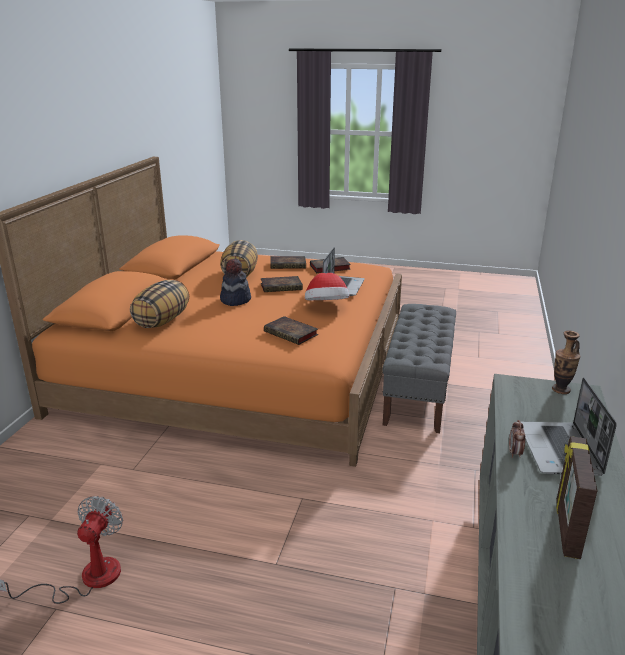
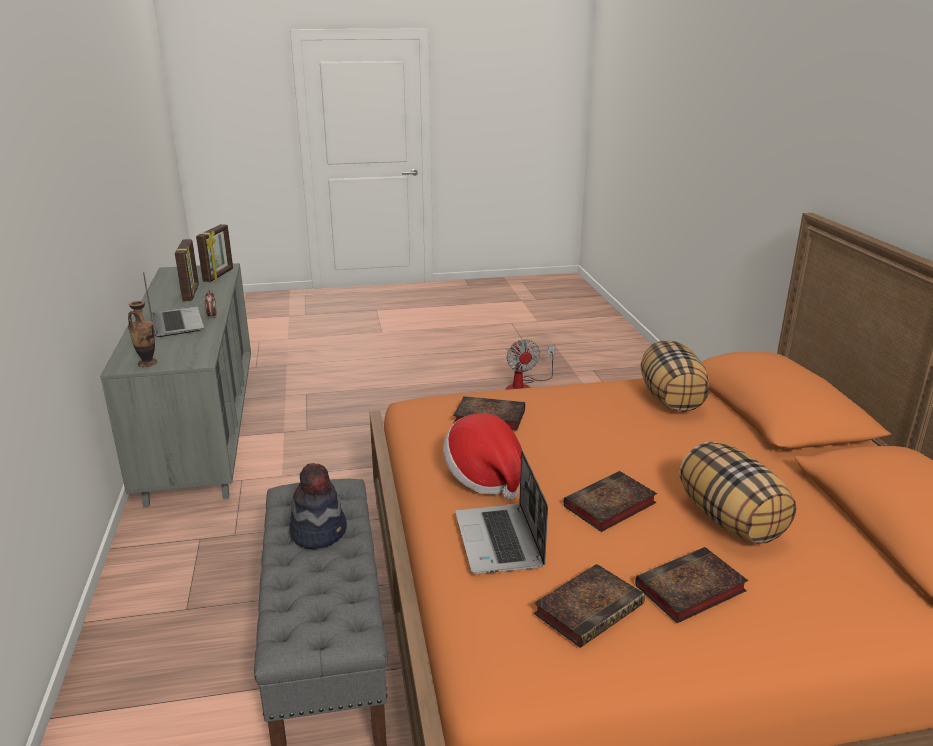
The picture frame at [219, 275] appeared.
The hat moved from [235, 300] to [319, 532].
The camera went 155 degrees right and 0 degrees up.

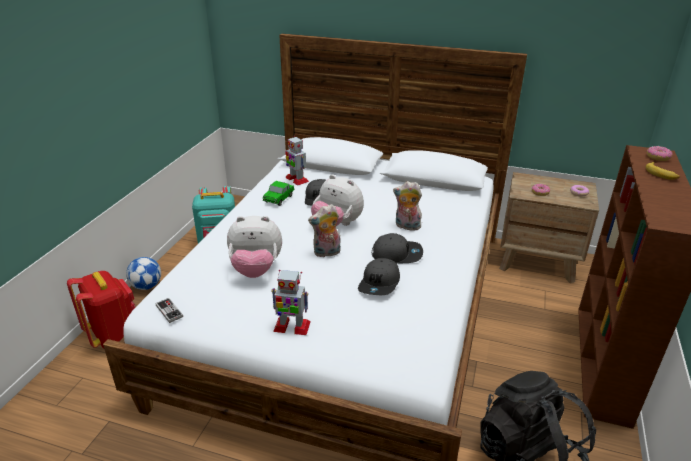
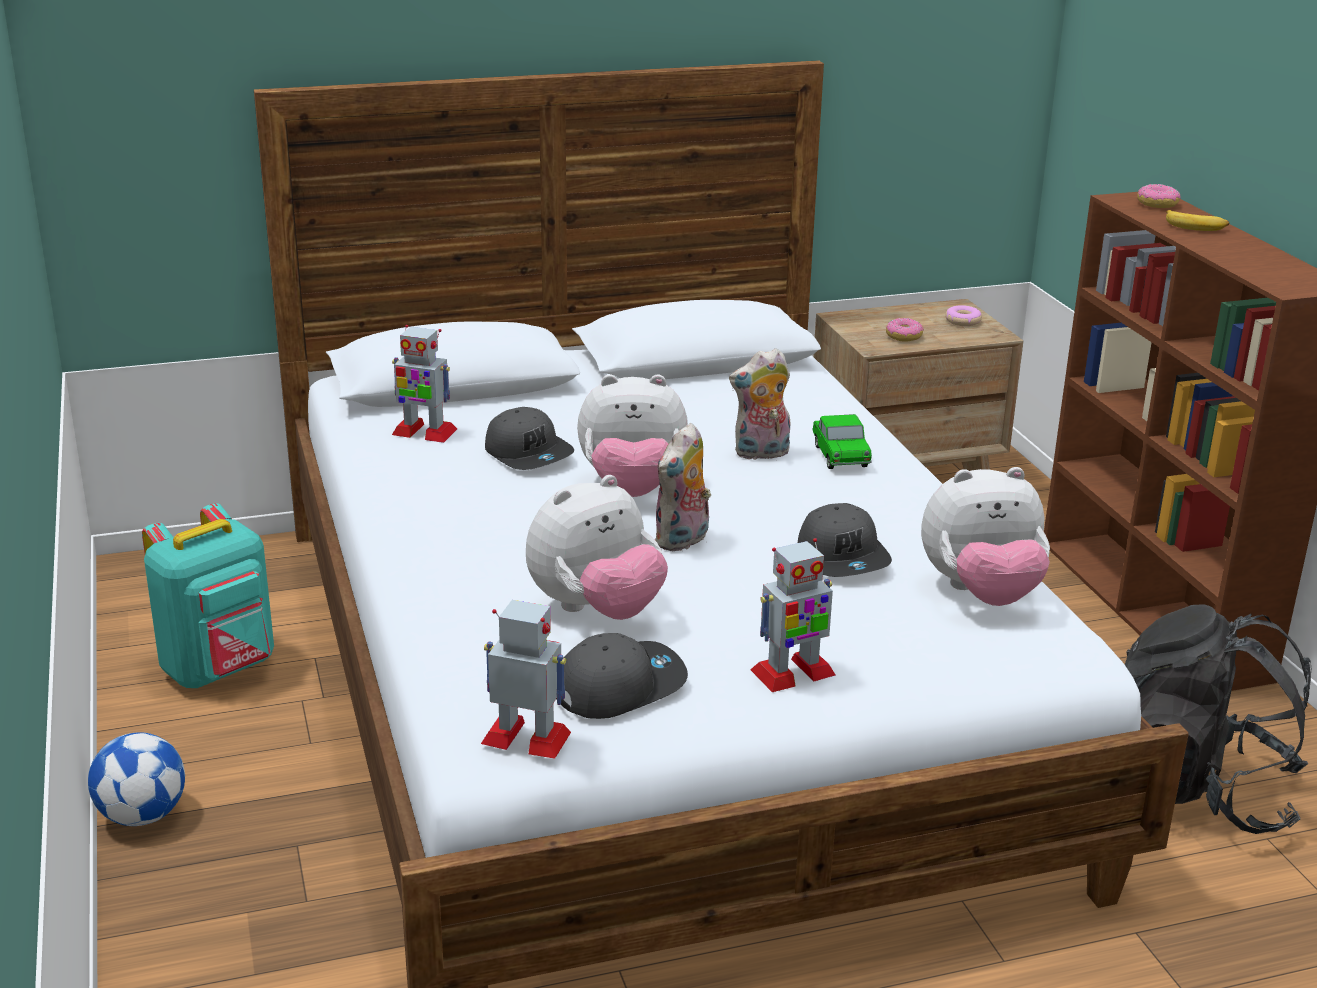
The game controller at [169, 311] was replaced by the toy robot at [527, 738].
The grey cap moved from [397, 254] to [619, 686].
The toy car moved from [279, 199] to [840, 456].
The plush toy at [981, 593] appeared.
The red backpack at [115, 337] disappeared.
The camera went 35 degrees left and 5 degrees down.

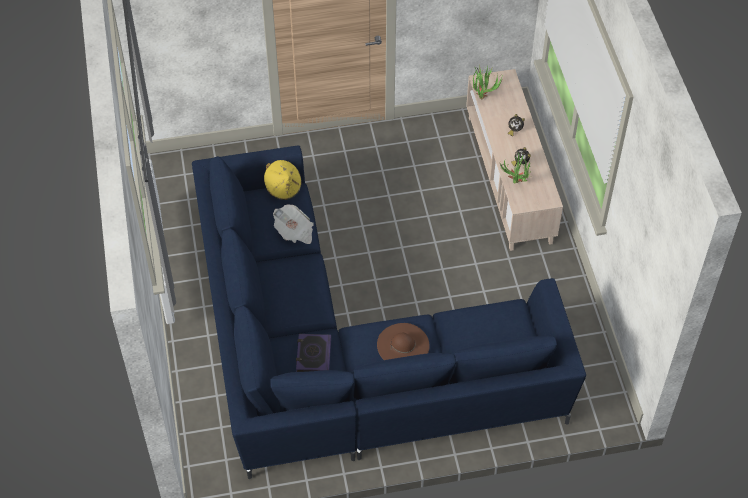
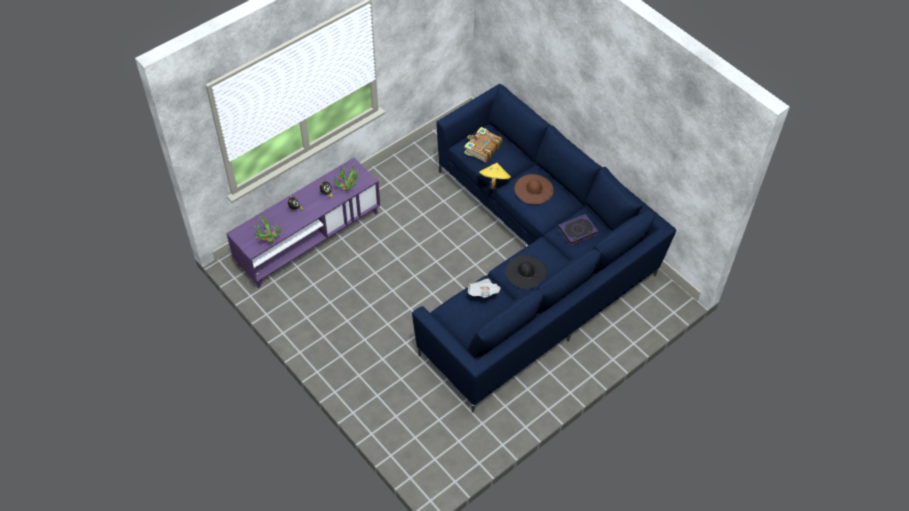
The beige tv stand at [509, 178] became the purple tv stand at [308, 238].
The book at [482, 149] appeared.
The yellow hat moved from [283, 188] to [494, 181].
The black hat at [525, 272] appeared.
The camera went 120 degrees left and 0 degrees up.

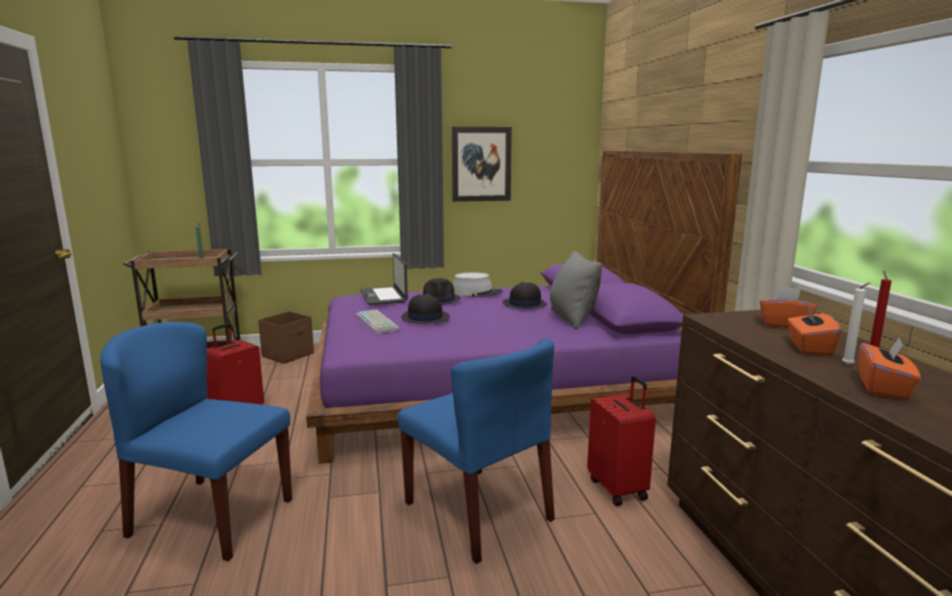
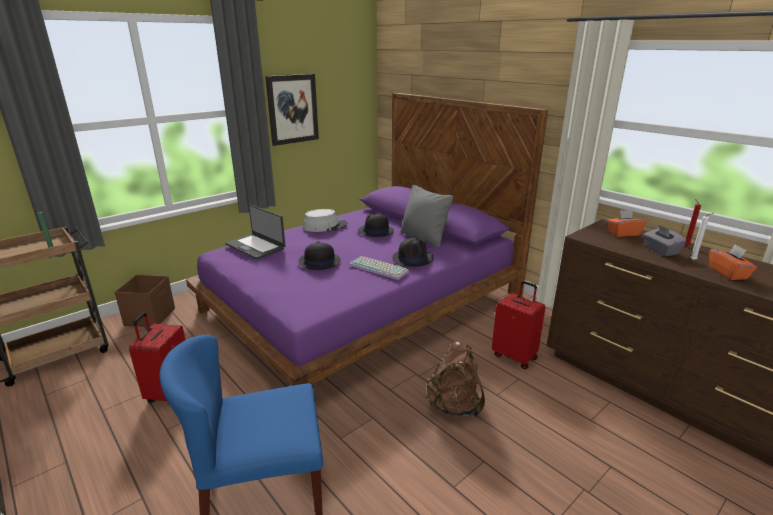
The keyboard moved from [378, 322] to [380, 268].
The black hat moved from [439, 300] to [413, 258].
The blue chair at [479, 511] was replaced by the brown backpack at [454, 406].
The orange tissue box at [809, 347] became the grey tissue box at [660, 250].
The camera went 30 degrees left and 10 degrees up.

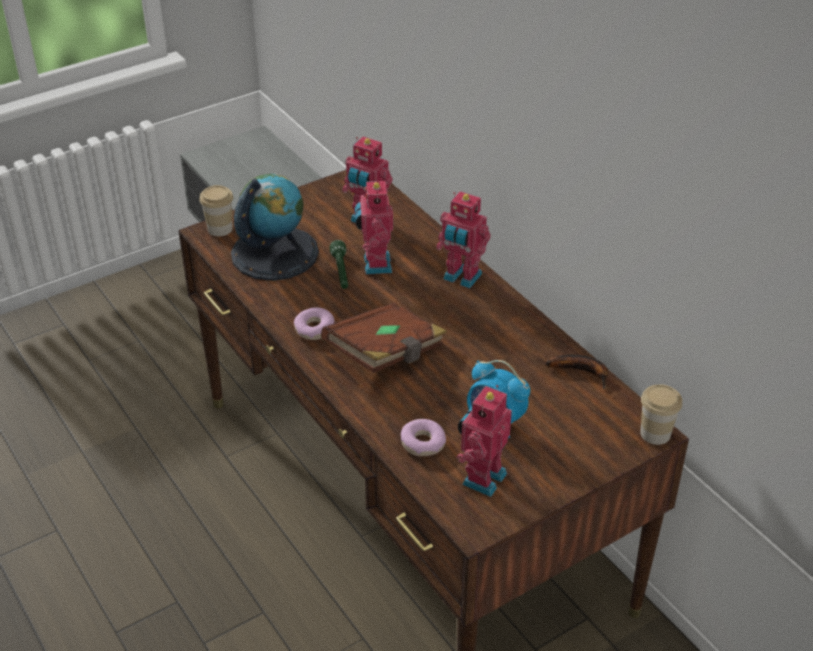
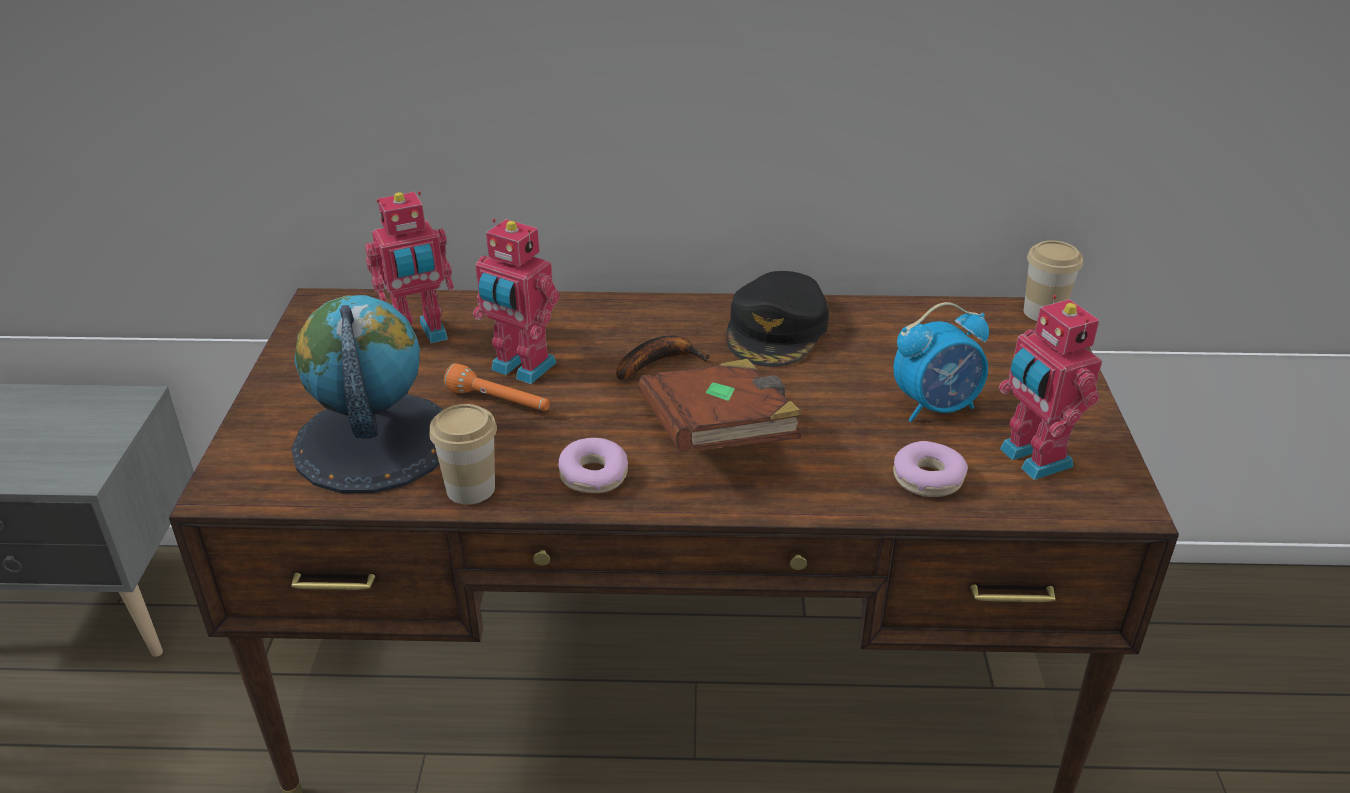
The cup moved from [220, 229] to [470, 488].
The green flashlight at [341, 272] became the orange flashlight at [499, 402].
The banana moved from [582, 372] to [658, 362].
The black cap at [777, 330] appeared.
The toy robot at [461, 278] disappeared.
The camera went 55 degrees left and 5 degrees down.

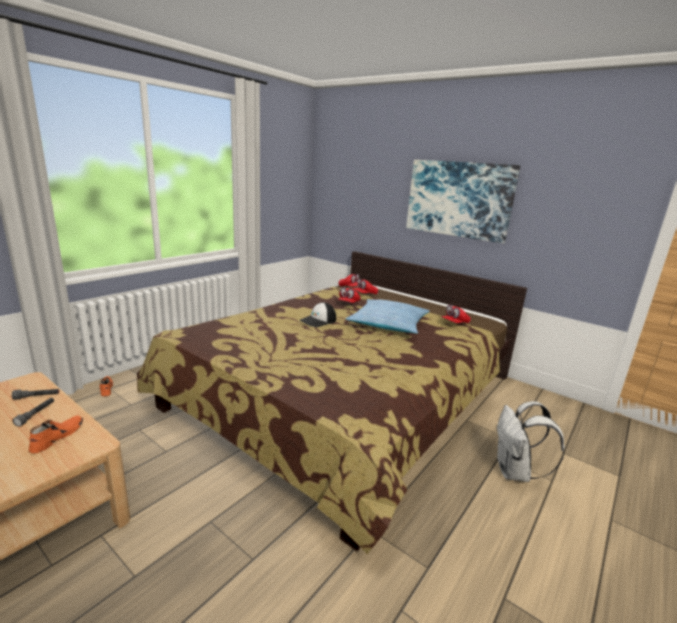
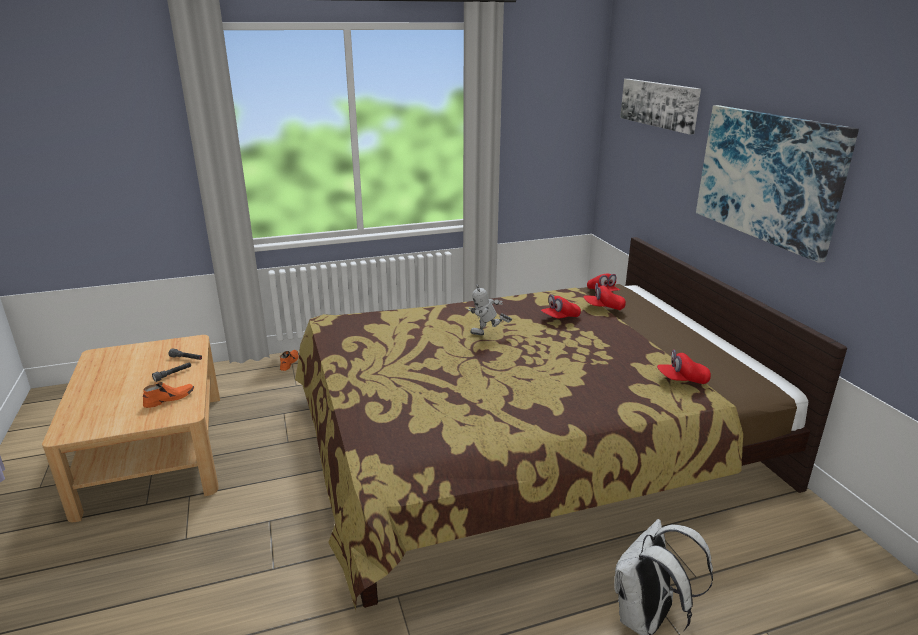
The cap at [318, 321] was replaced by the toy robot at [487, 335].
The picture at [659, 104] appeared.
The pillow at [388, 324] disappeared.
The camera went 35 degrees right and 5 degrees up.

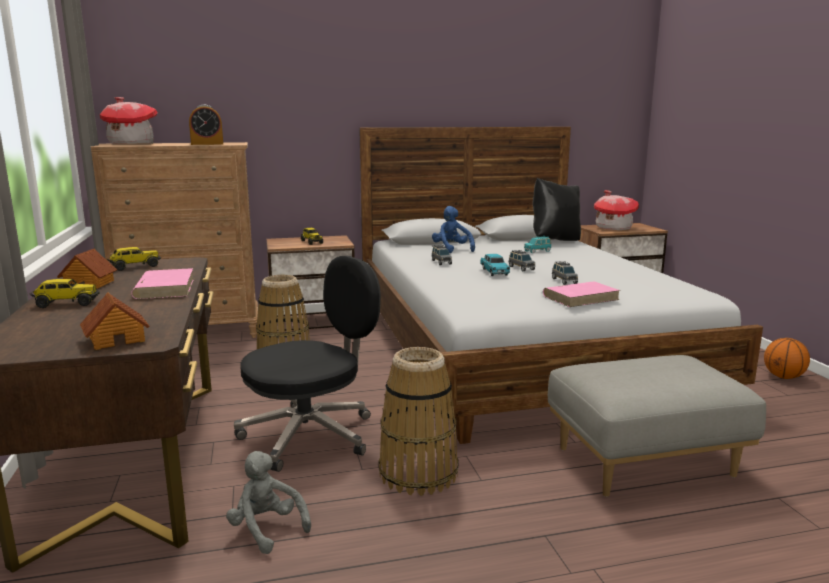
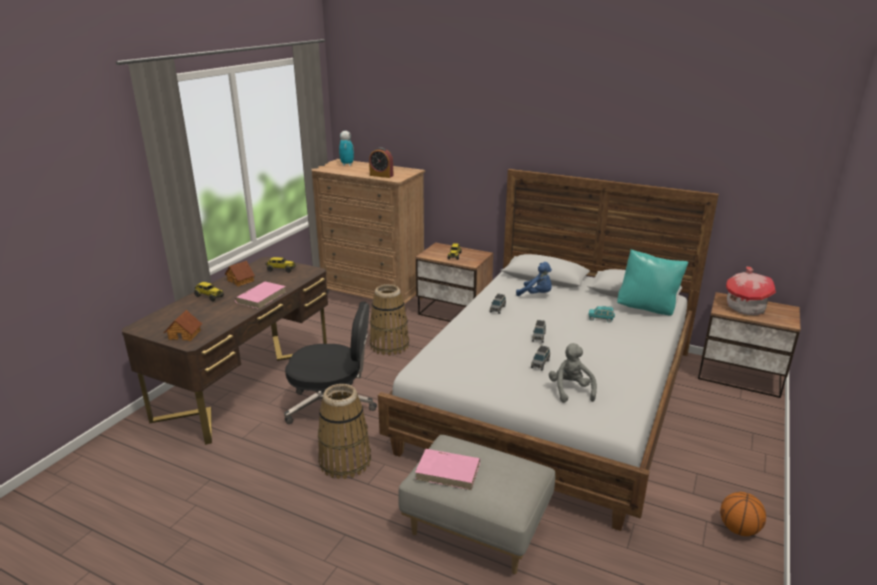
The toy house at [131, 144] was replaced by the toy robot at [347, 164].
The pink book moved from [581, 297] to [448, 471].
The blue plush toy at [451, 249] turned 105 degrees clockwise.
The grey plush toy moved from [266, 529] to [570, 390].
The black pillow at [555, 241] became the turquoise pillow at [647, 309].
The turquoise toy car at [494, 272] disappeared.
The camera went 40 degrees right and 10 degrees up.

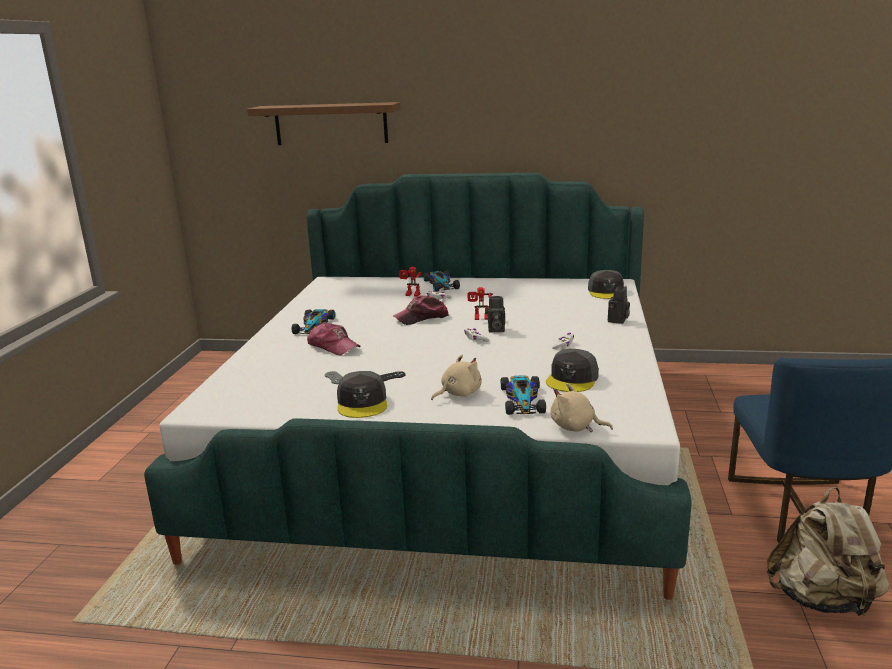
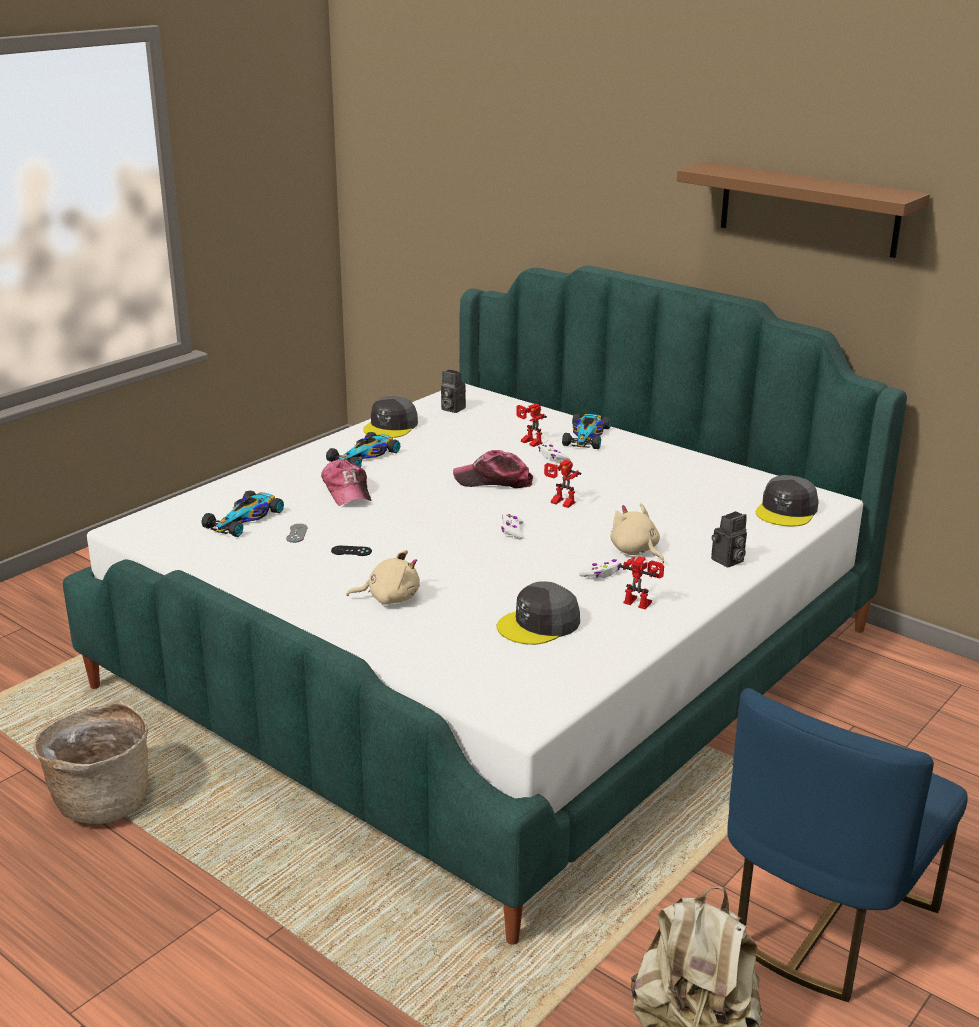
The basket at [102, 800] appeared.
The toy car moved from [522, 400] to [245, 519].
The grey cap moved from [362, 403] to [391, 426].
The photo camera moved from [495, 330] to [451, 409].
The beige plush toy moved from [575, 427] to [636, 551].
The toy robot at [641, 601] appeared.
The brown shelf moved from [331, 124] to [808, 209].
The camera went 30 degrees right and 5 degrees up.

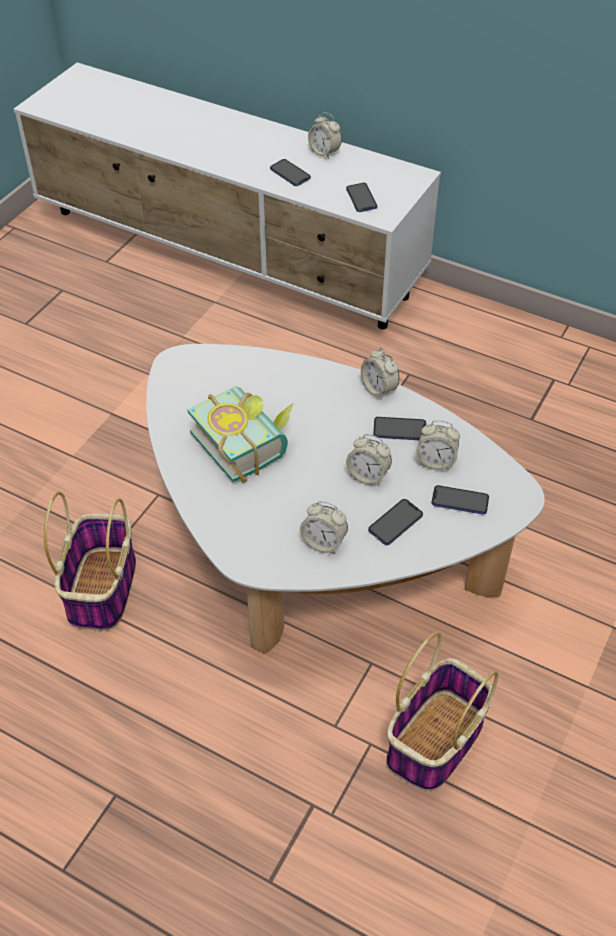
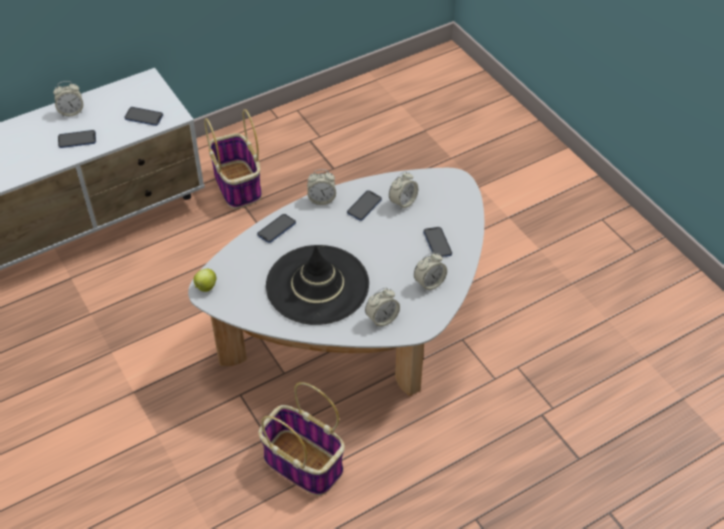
The apple at [205, 287] appeared.
The basket moved from [435, 742] to [238, 185].
The phone moved from [460, 501] to [276, 229].
The book at [247, 443] was replaced by the black hat at [317, 285].
The alarm clock moved from [368, 476] to [382, 319].
The camera went 60 degrees left and 0 degrees up.

